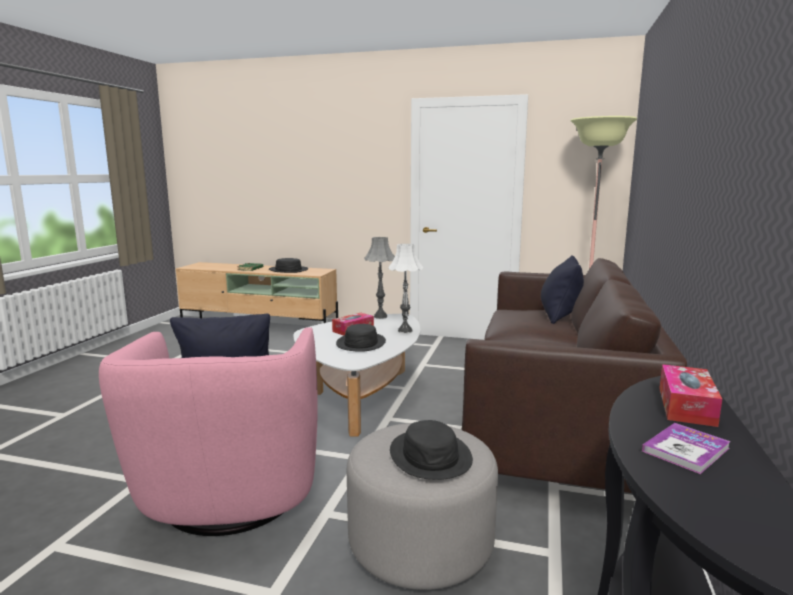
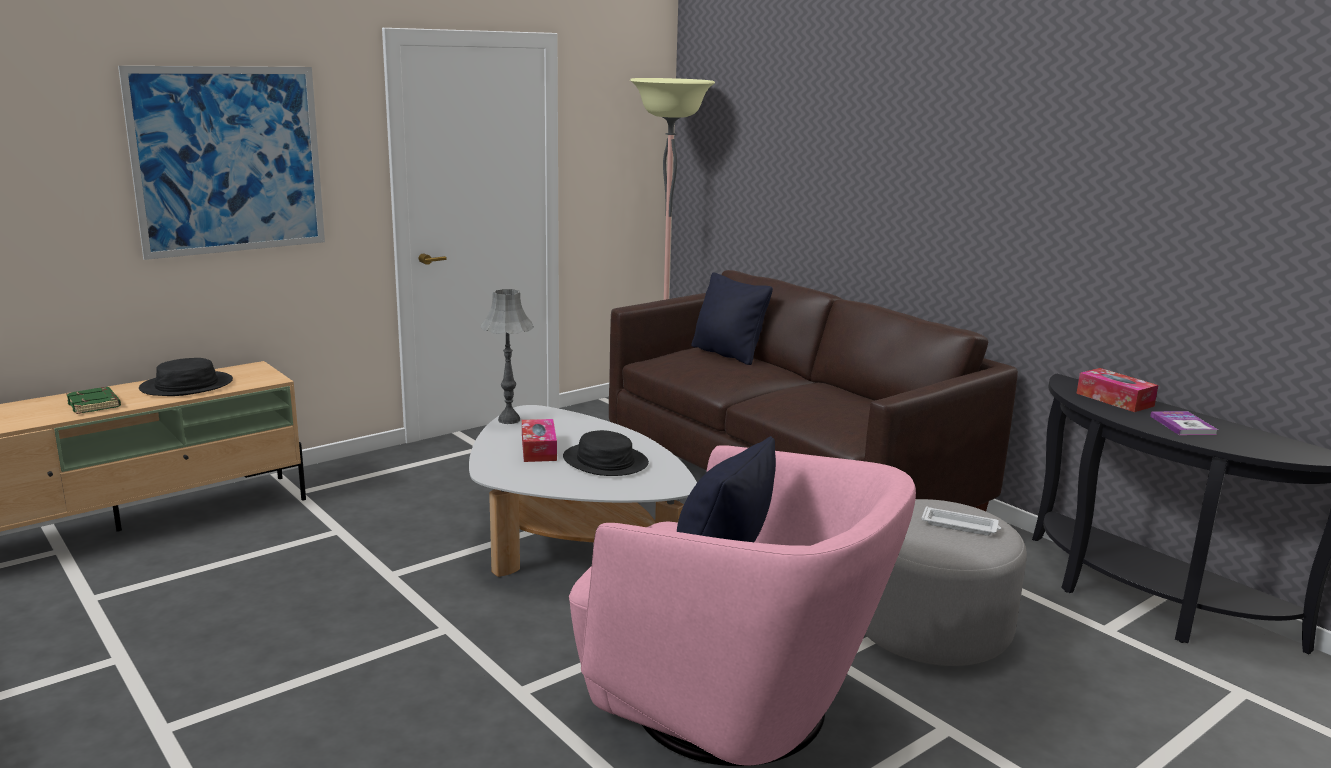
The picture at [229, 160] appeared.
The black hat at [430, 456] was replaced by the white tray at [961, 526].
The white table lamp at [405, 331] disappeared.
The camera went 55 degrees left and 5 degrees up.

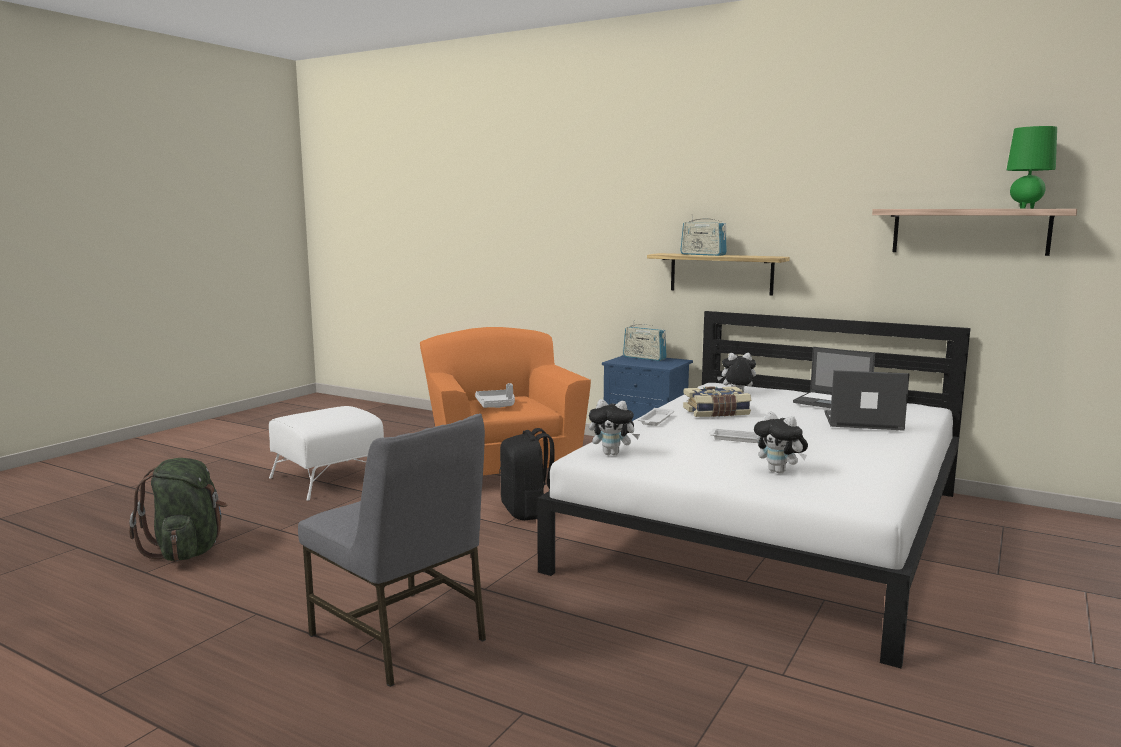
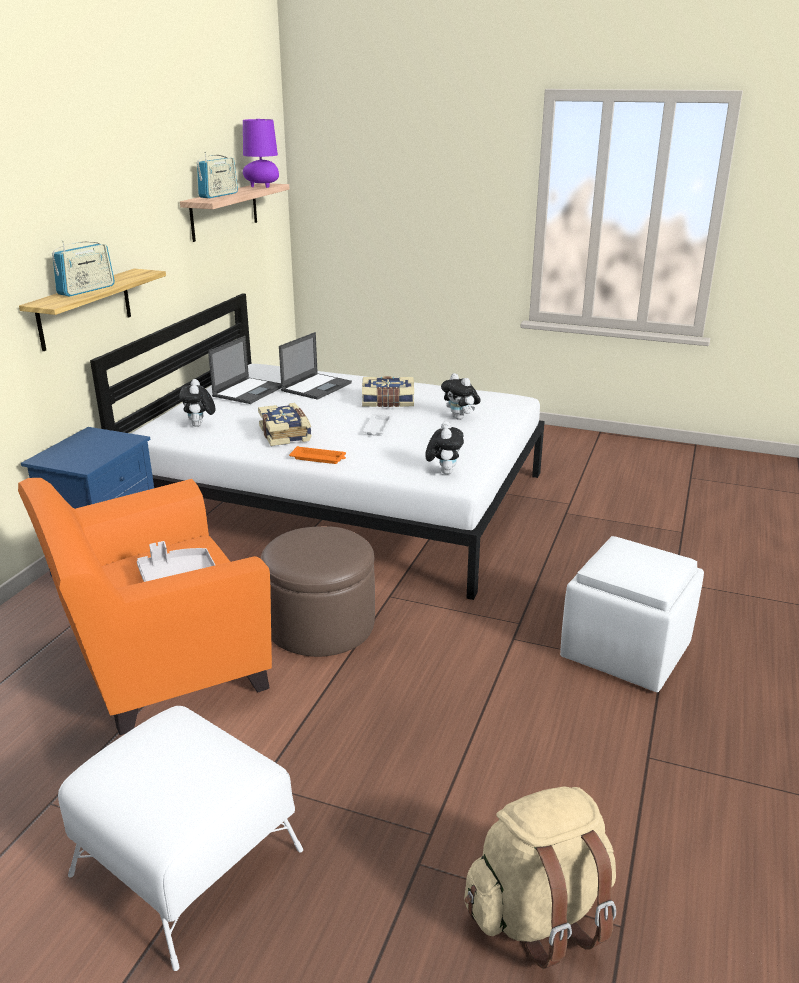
The radio moved from [644, 358] to [218, 195].
The green table lamp at [1026, 208] became the purple table lamp at [262, 187].
The black backpack at [527, 511] was replaced by the brown ottoman at [321, 624].
The laptop at [861, 421] turned 150 degrees counterclockwise.
The white tray at [655, 420] became the orange tray at [319, 458].
The book at [388, 402] appeared.
The plush toy at [780, 471] turned 105 degrees clockwise.
The green backpack at [187, 551] became the beige backpack at [539, 914].
The grey chair at [401, 637] was replaced by the white ottoman at [627, 651].
The camera went 100 degrees left and 15 degrees up.

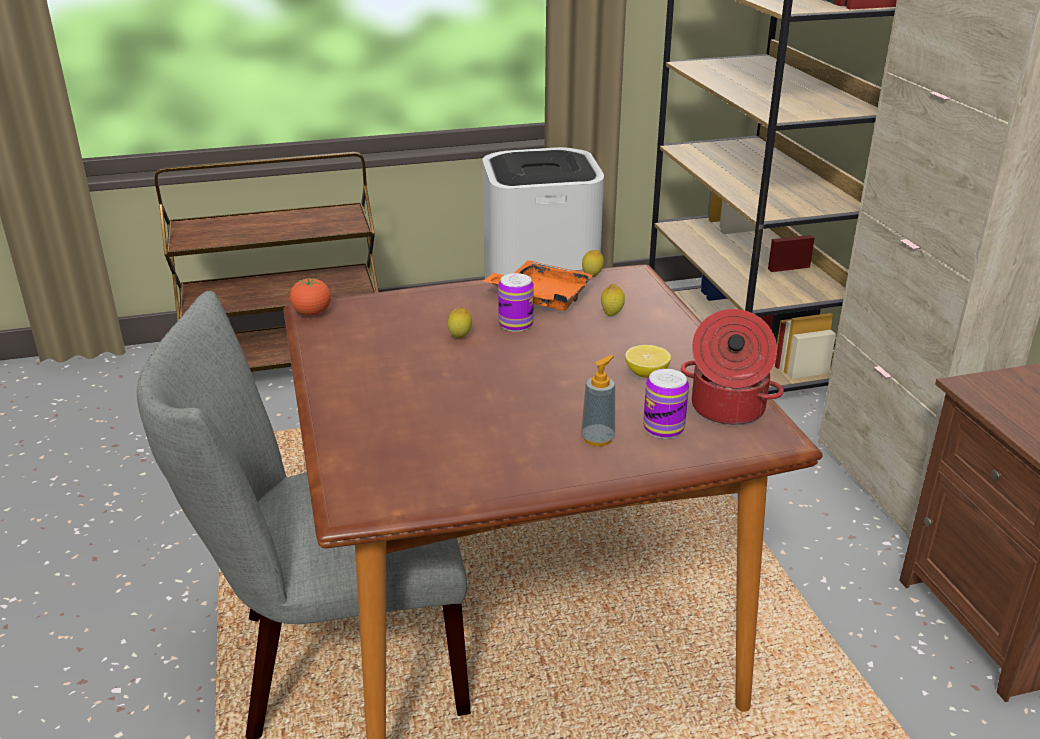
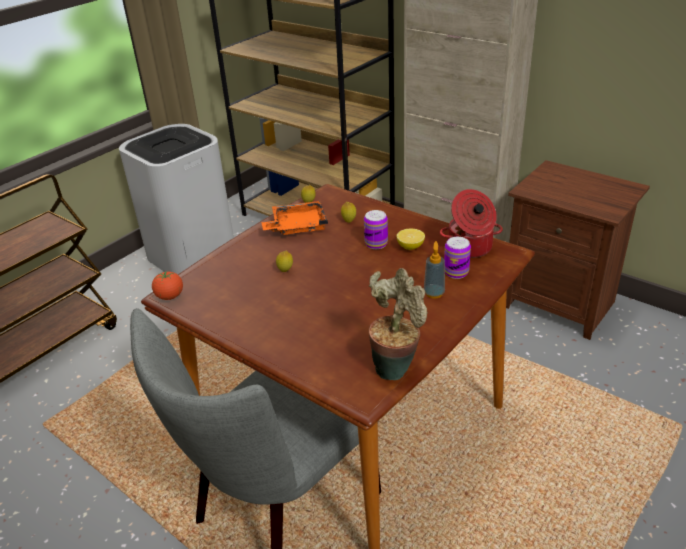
The can moved from [516, 324] to [376, 243].
The potted plant at [396, 367] appeared.
The camera went 35 degrees left and 5 degrees up.

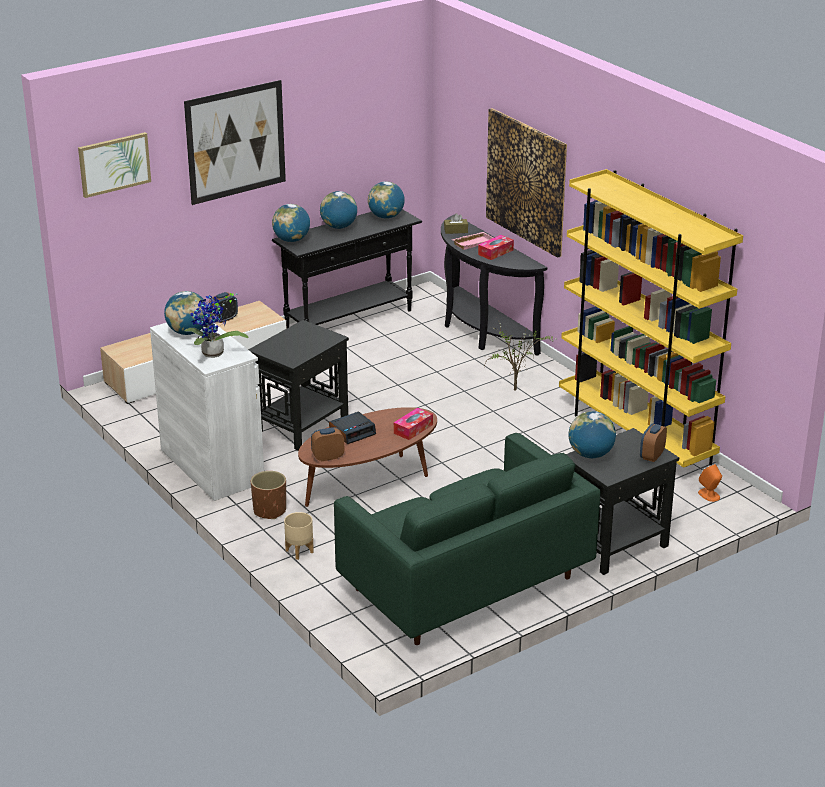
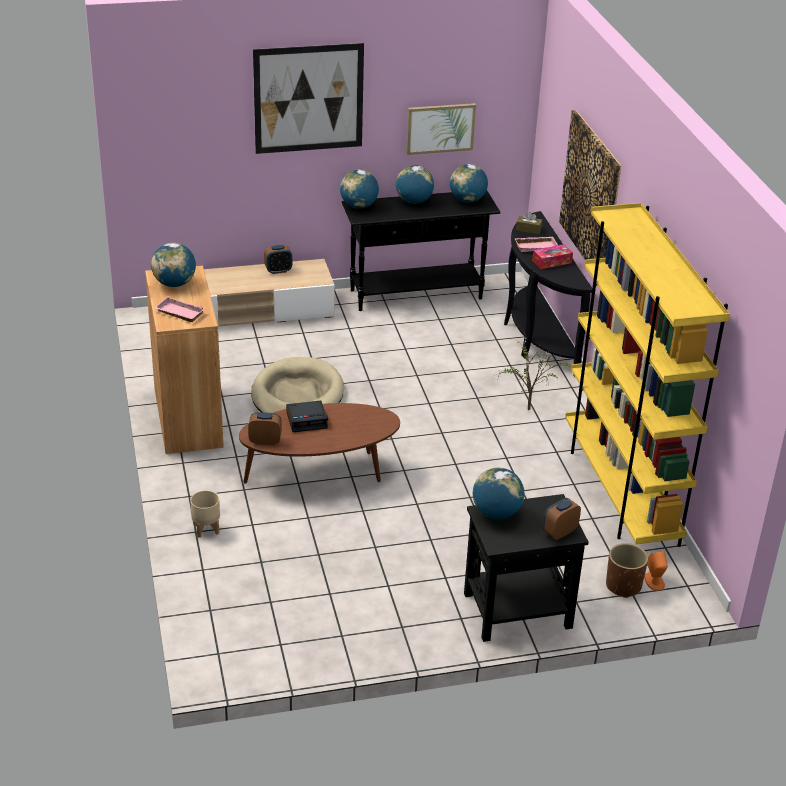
The white cabinet at [212, 466] became the brown cabinet at [188, 417].
The potted plant at [212, 355] was replaced by the pink tray at [178, 313].
The black side table at [301, 425] was replaced by the beige dog bed at [297, 395].
The picture moved from [114, 164] to [440, 128].
The brown planter moved from [269, 511] to [623, 586].
The green sofa at [463, 583] disappeared.
The tissue box at [413, 429] disappeared.
The camera went 20 degrees right and 5 degrees up.

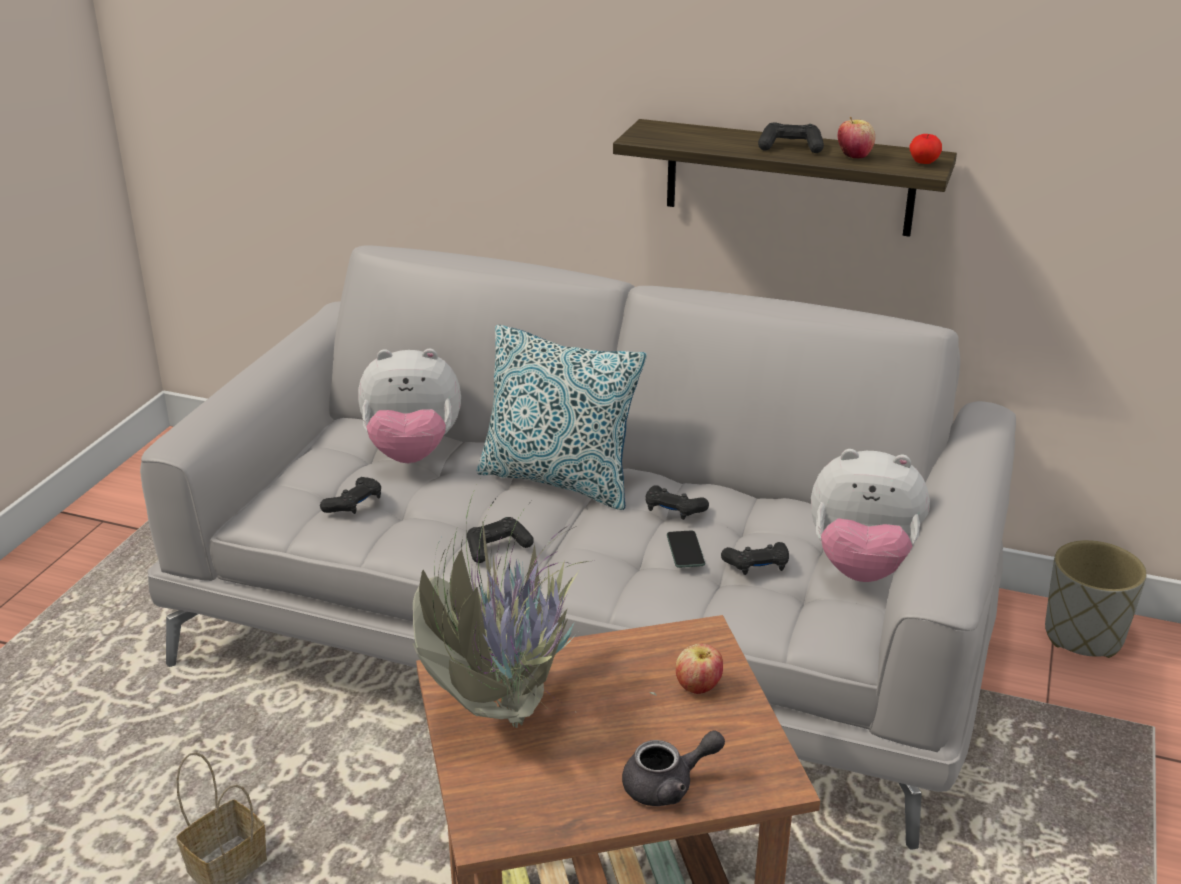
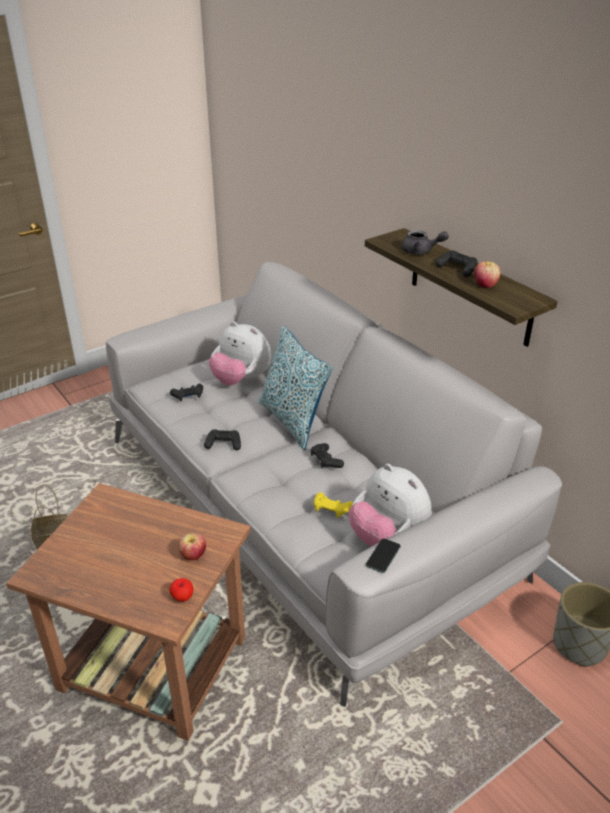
The apple moved from [923, 163] to [182, 597].
The black game controller at [757, 565] became the yellow game controller at [332, 509].
The phone moved from [685, 550] to [383, 556].
The grey teapot moved from [668, 785] to [420, 251].
The potted plant at [507, 712] disappeared.
The camera went 35 degrees right and 5 degrees up.

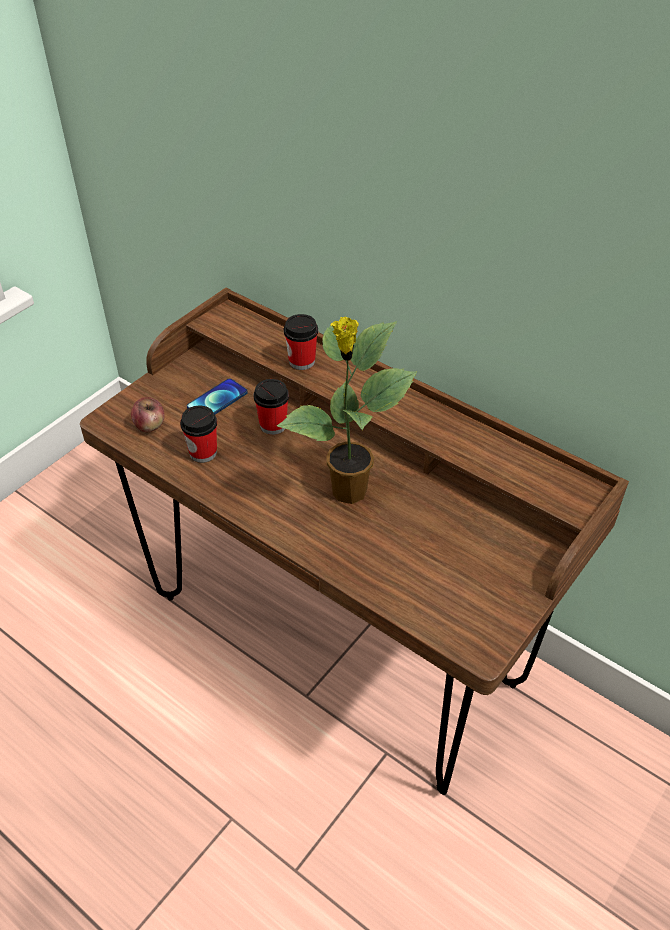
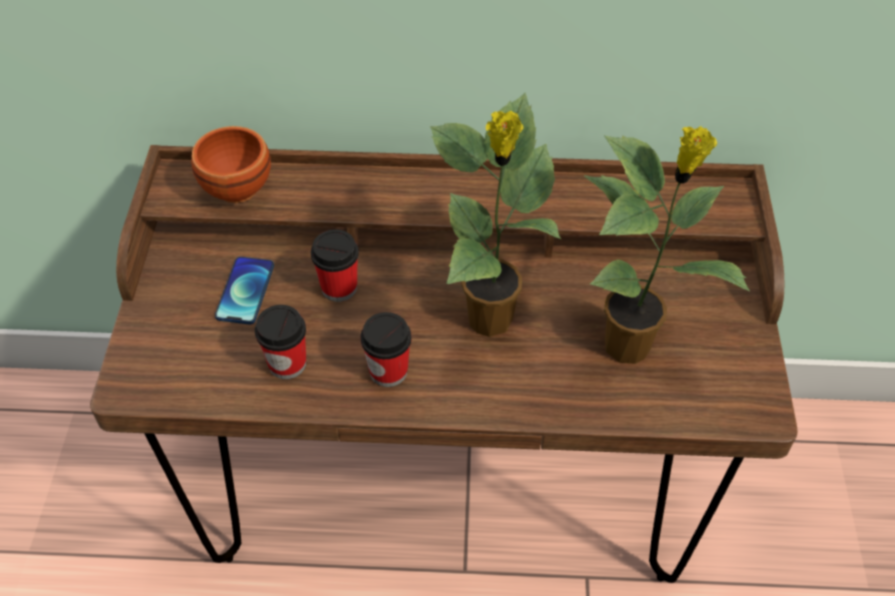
The brown bowl at [240, 189] appeared.
The cup moved from [302, 361] to [388, 371].
The potted plant at [630, 345] appeared.
The apple at [150, 425] disappeared.
The camera went 35 degrees left and 5 degrees up.

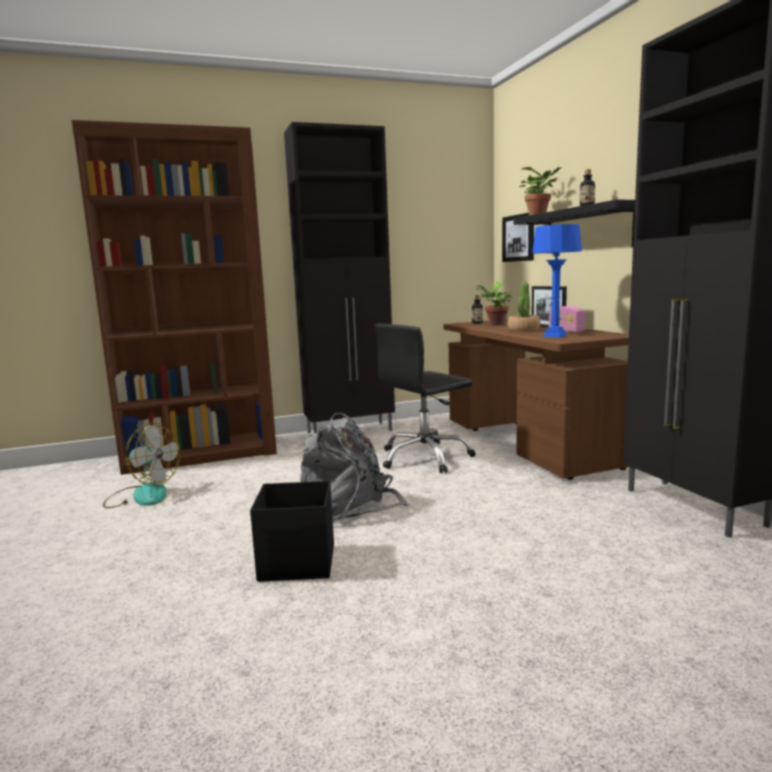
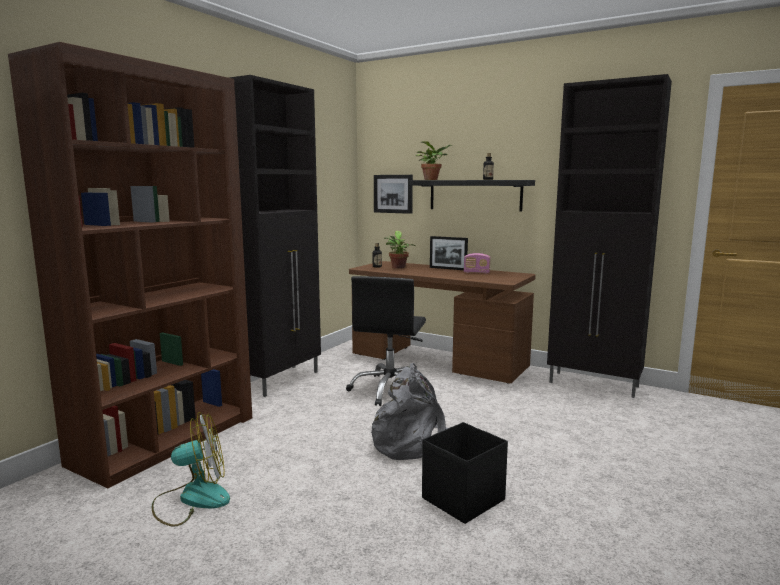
The potted plant at [523, 330] disappeared.
The blue table lamp at [555, 336] disappeared.
The camera went 40 degrees left and 0 degrees up.

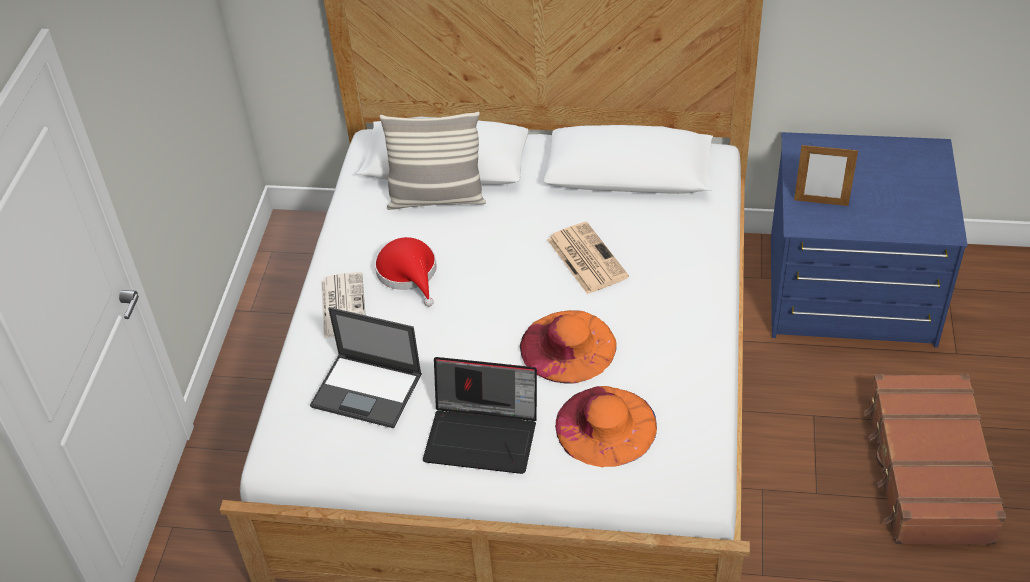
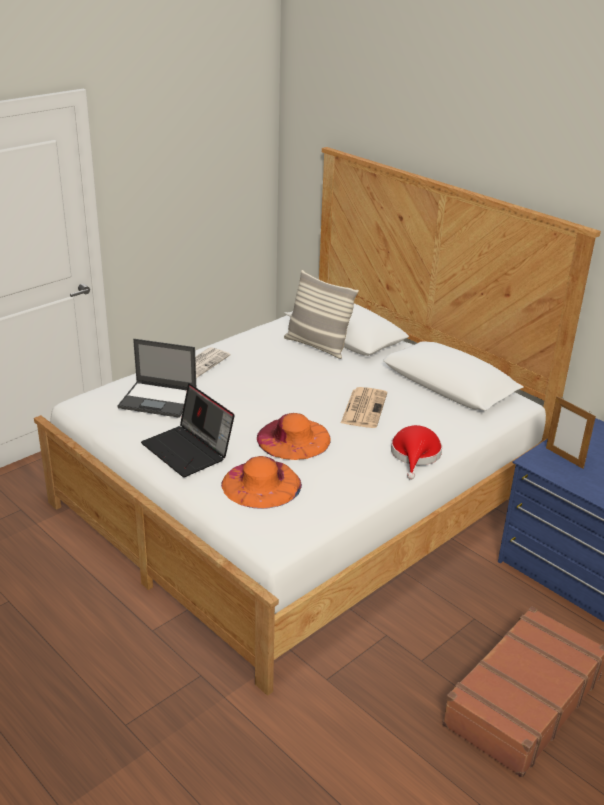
The laptop at [368, 390] turned 45 degrees counterclockwise.
The red hat moved from [409, 273] to [415, 455].
The camera went 35 degrees right and 15 degrees down.

